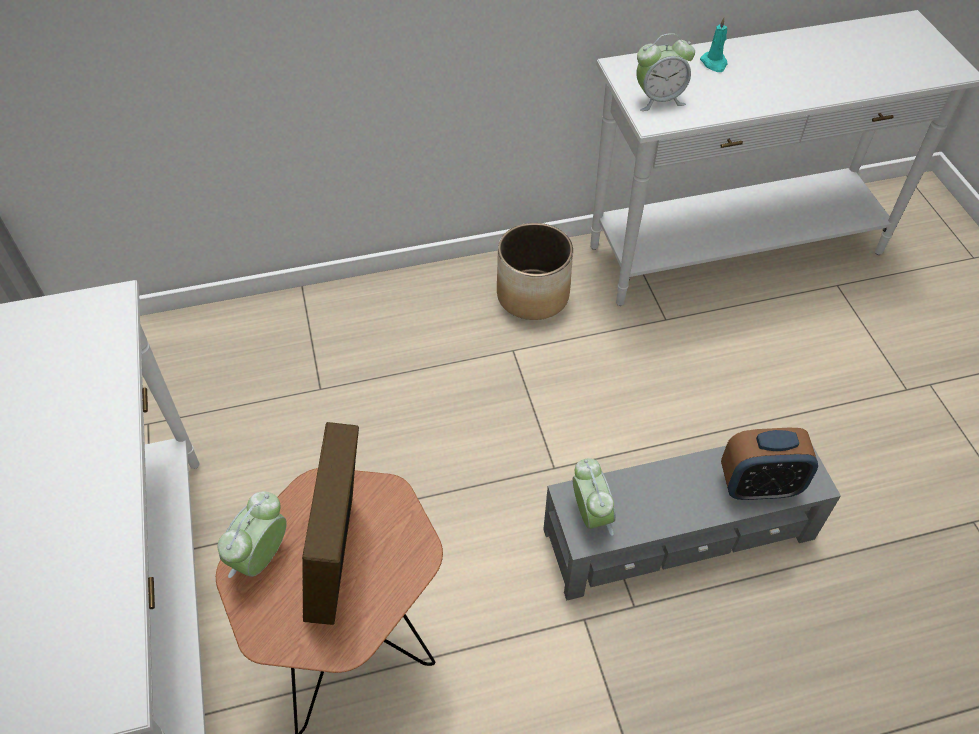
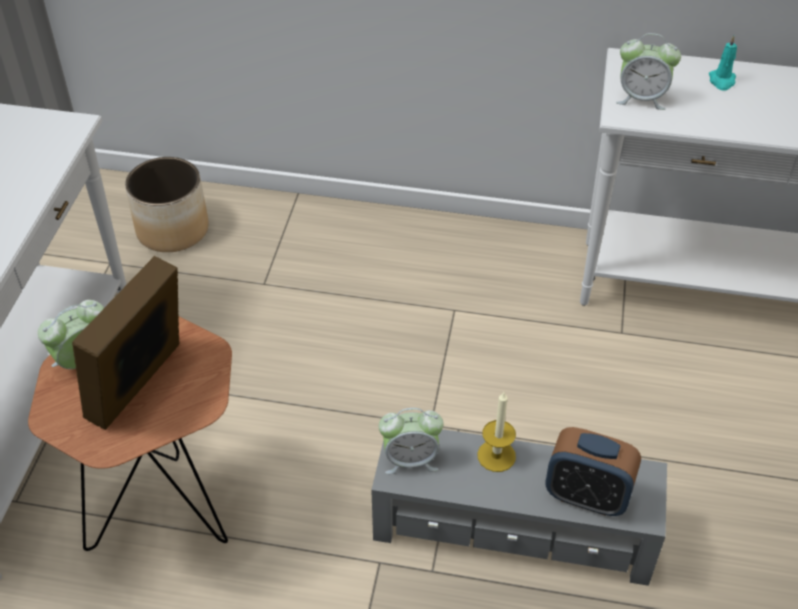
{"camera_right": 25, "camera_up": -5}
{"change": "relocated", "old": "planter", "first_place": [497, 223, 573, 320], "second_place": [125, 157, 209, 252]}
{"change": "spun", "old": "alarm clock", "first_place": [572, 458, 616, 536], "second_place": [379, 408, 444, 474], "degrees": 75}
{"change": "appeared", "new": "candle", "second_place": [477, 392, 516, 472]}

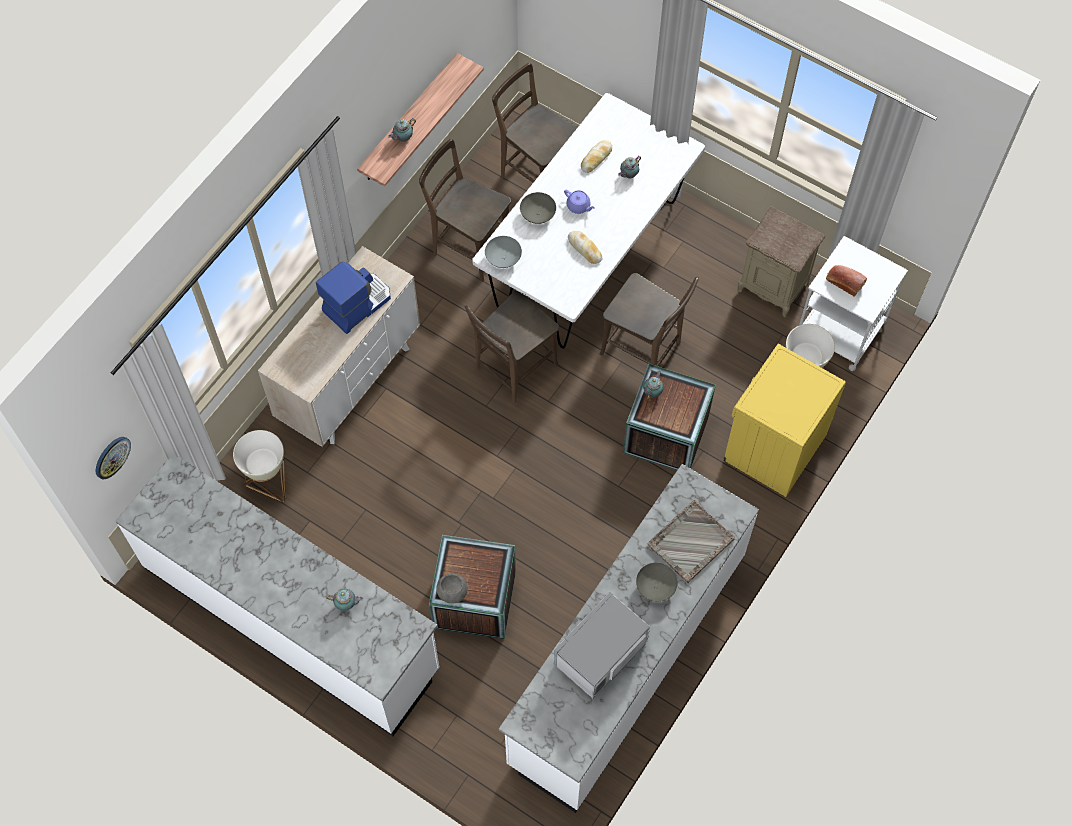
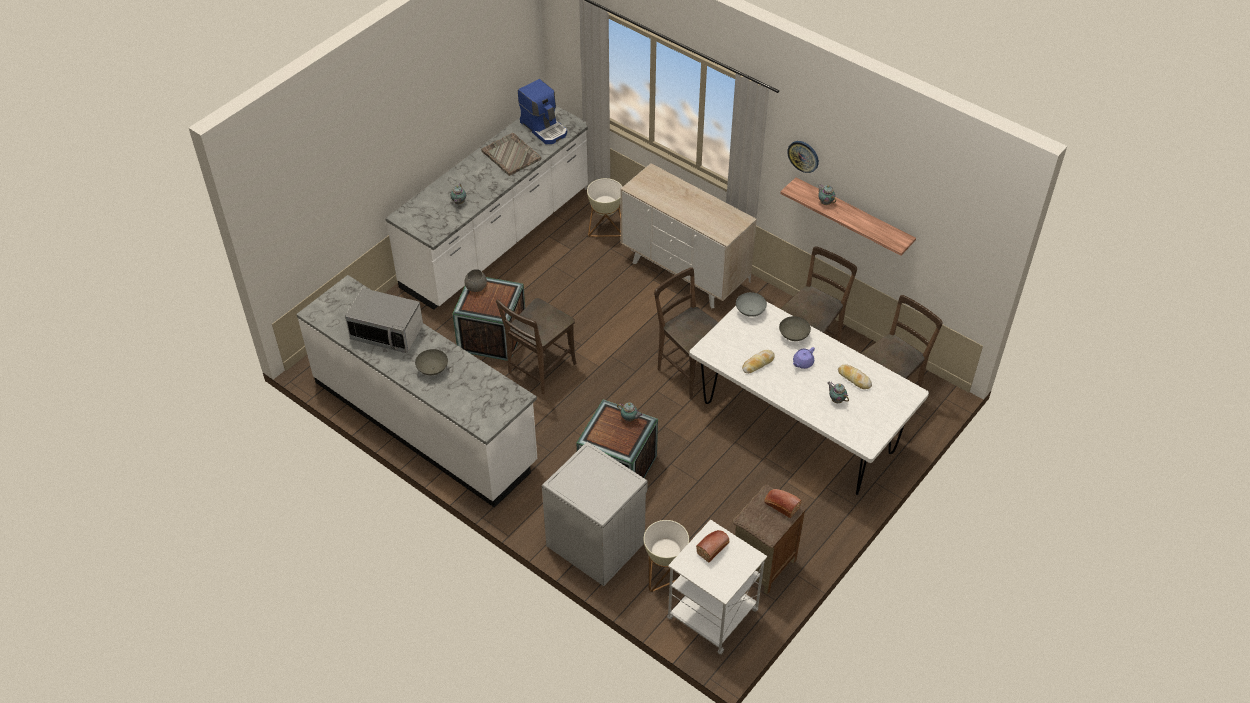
{"camera_right": 95, "camera_up": -15}
{"change": "spun", "old": "microwave", "first_place": [554, 592, 650, 699], "second_place": [345, 288, 423, 353], "degrees": 150}
{"change": "relocated", "old": "grey tray", "first_place": [647, 500, 735, 583], "second_place": [481, 133, 541, 176]}
{"change": "relocated", "old": "brown chair", "first_place": [600, 273, 699, 366], "second_place": [496, 298, 577, 394]}
{"change": "relocated", "old": "coffee machine", "first_place": [316, 262, 391, 334], "second_place": [518, 79, 567, 144]}
{"change": "colour", "old": "yellow washing machine", "new": "white washing machine", "first_place": [724, 344, 846, 497], "second_place": [542, 442, 648, 586]}
{"change": "appeared", "new": "bread", "second_place": [764, 489, 802, 518]}
{"change": "relocated", "old": "wall clock", "first_place": [96, 437, 131, 479], "second_place": [787, 141, 819, 173]}

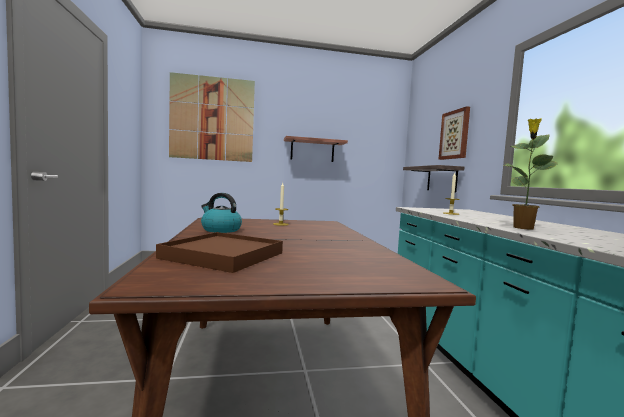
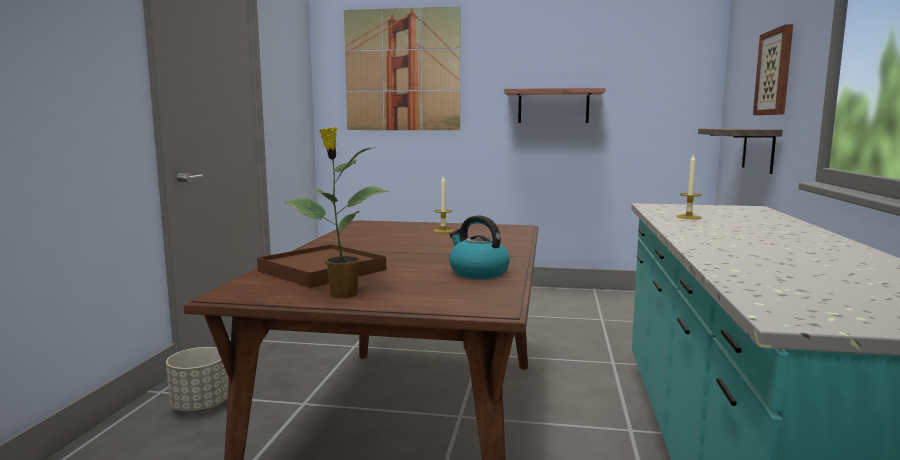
{"camera_right": 20, "camera_up": 5}
{"change": "appeared", "new": "grey planter", "second_place": [166, 347, 228, 412]}
{"change": "relocated", "old": "potted plant", "first_place": [503, 118, 558, 230], "second_place": [283, 127, 389, 298]}
{"change": "relocated", "old": "kettle", "first_place": [201, 193, 242, 233], "second_place": [449, 215, 510, 279]}

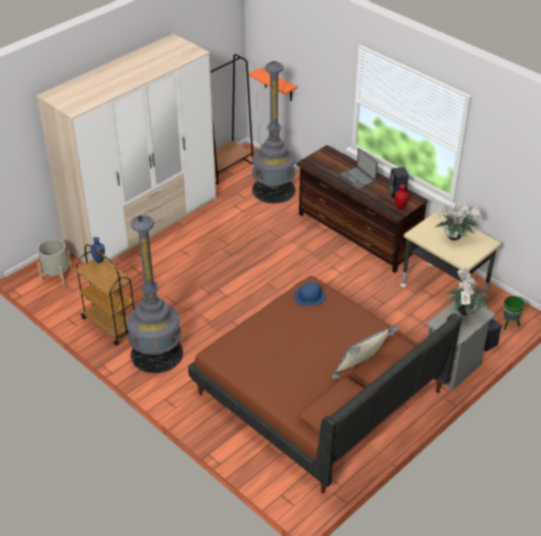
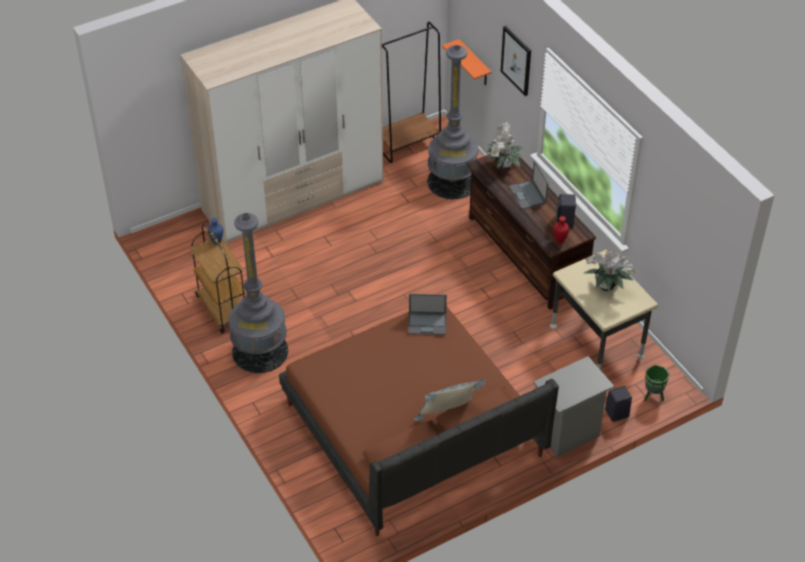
{"camera_right": 15, "camera_up": 5}
{"change": "exchanged", "old": "blue hat", "new": "laptop", "first_place": [294, 282, 326, 306], "second_place": [408, 294, 447, 335]}
{"change": "relocated", "old": "potted plant", "first_place": [446, 267, 489, 316], "second_place": [485, 122, 525, 170]}
{"change": "appeared", "new": "picture", "second_place": [501, 26, 531, 96]}
{"change": "missing", "old": "grey planter", "first_place": [37, 238, 72, 285]}

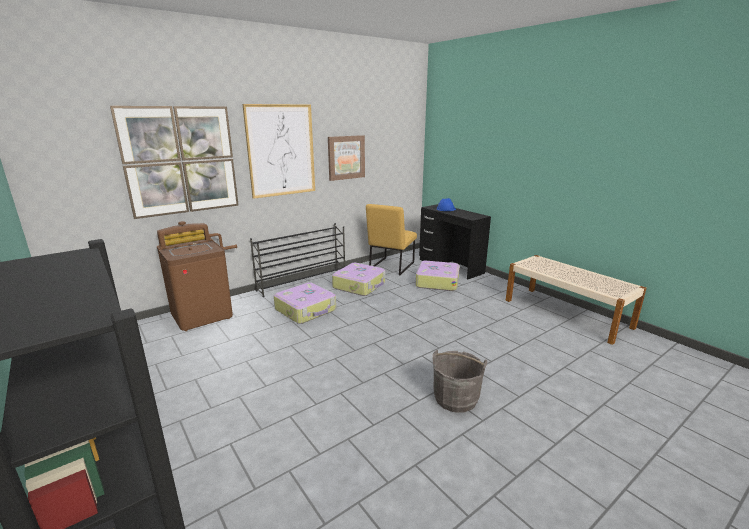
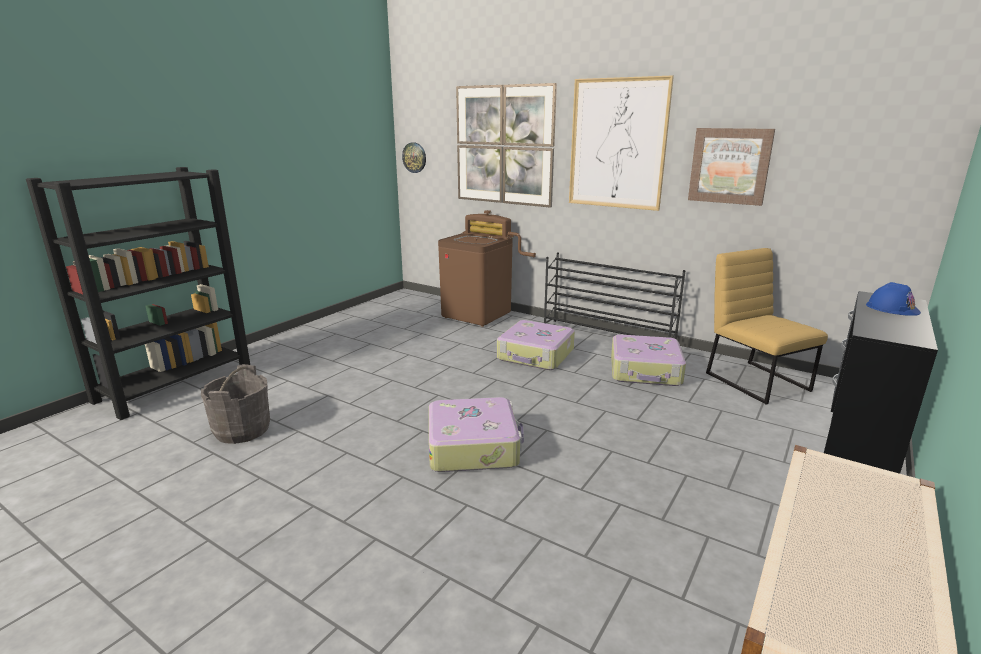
{"camera_right": 70, "camera_up": 0}
{"change": "relocated", "old": "grey bucket", "first_place": [432, 350, 487, 413], "second_place": [201, 364, 270, 444]}
{"change": "appeared", "new": "wall clock", "second_place": [402, 142, 426, 173]}
{"change": "relocated", "old": "suitcase", "first_place": [416, 261, 460, 291], "second_place": [429, 397, 524, 472]}
{"change": "spun", "old": "yellow chair", "first_place": [366, 204, 417, 275], "second_place": [706, 248, 828, 405], "degrees": 60}

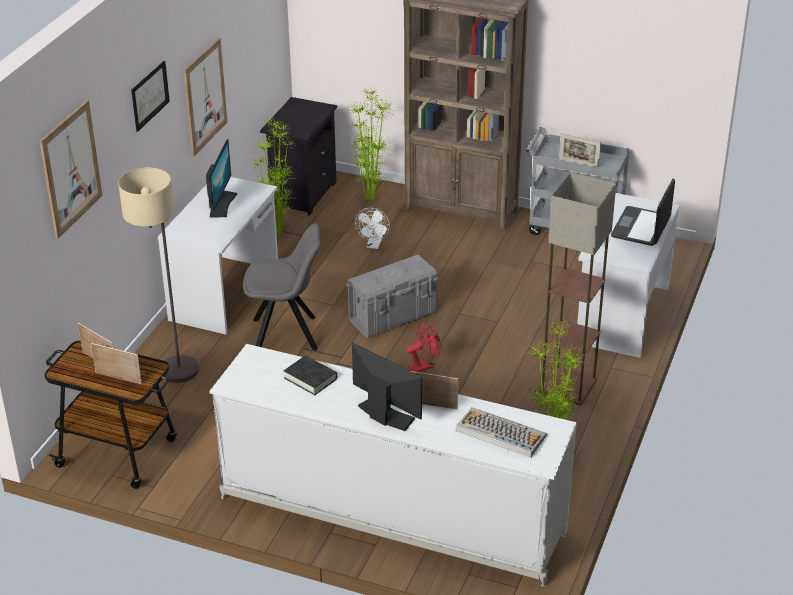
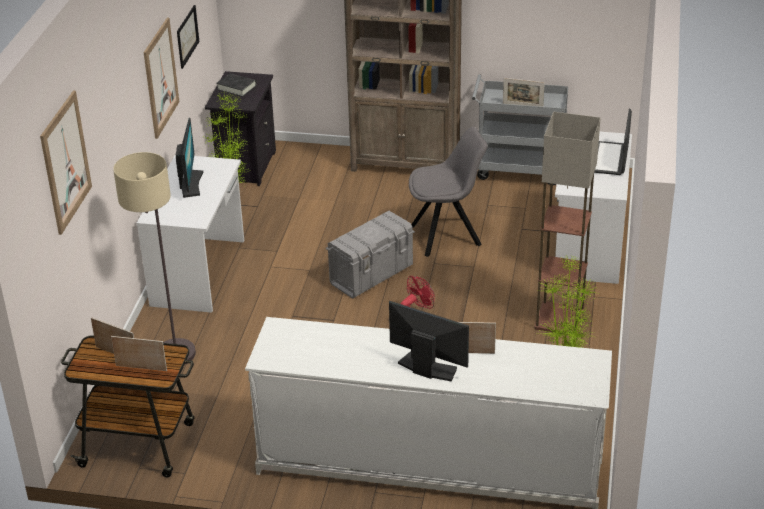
{"camera_right": -10, "camera_up": 0}
{"change": "relocated", "old": "picture", "first_place": [131, 61, 170, 132], "second_place": [177, 5, 199, 69]}
{"change": "relocated", "old": "black book", "first_place": [284, 356, 337, 395], "second_place": [216, 73, 257, 97]}
{"change": "relocated", "old": "grey chair", "first_place": [243, 223, 321, 350], "second_place": [409, 127, 488, 257]}
{"change": "missing", "old": "potted plant", "first_place": [347, 88, 396, 200]}
{"change": "missing", "old": "white fan", "first_place": [355, 208, 390, 249]}
{"change": "missing", "old": "keyboard", "first_place": [456, 407, 547, 458]}

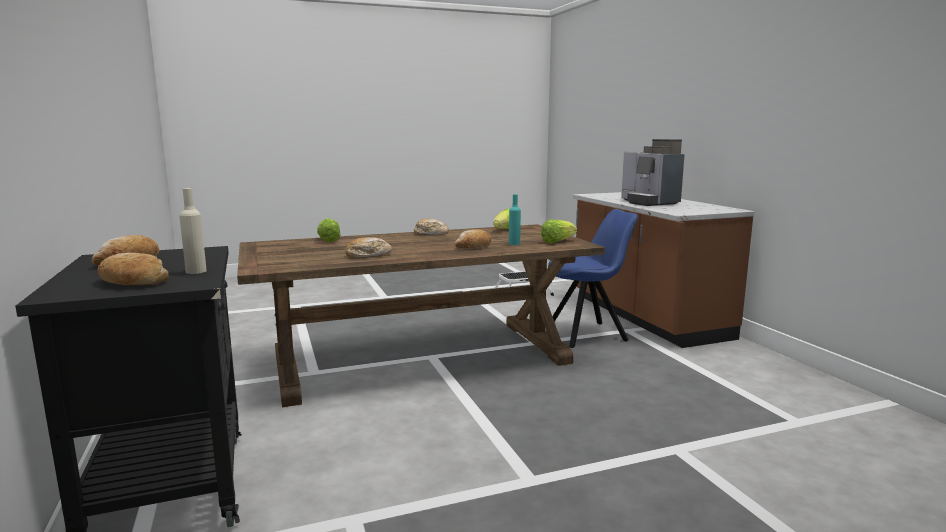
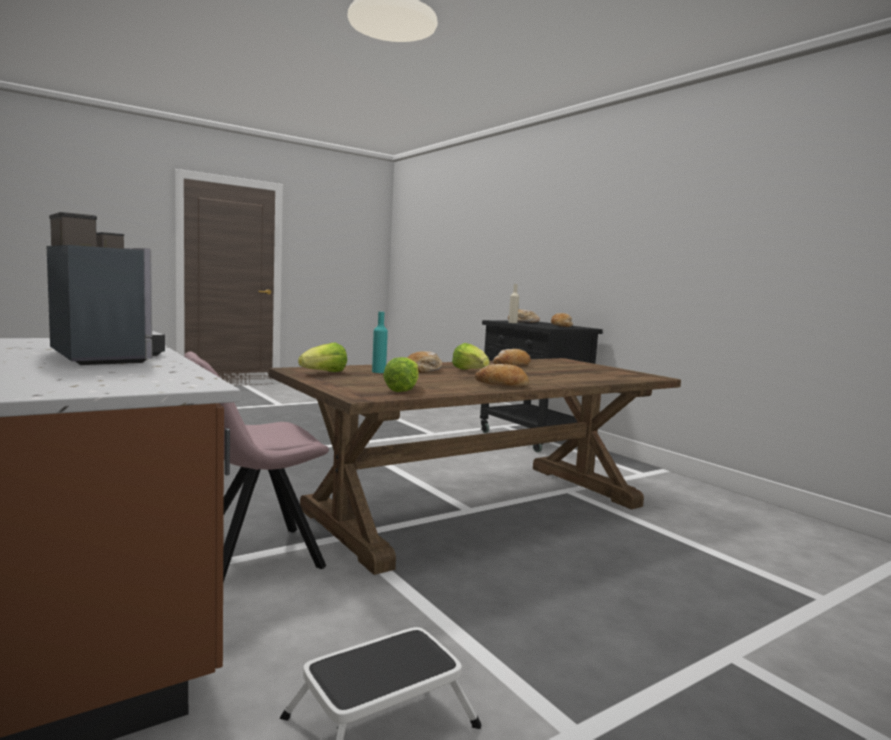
{"camera_right": 165, "camera_up": -5}
{"change": "colour", "old": "blue chair", "new": "pink chair", "first_place": [548, 209, 638, 348], "second_place": [184, 351, 329, 583]}
{"change": "relocated", "old": "lettuce", "first_place": [317, 218, 341, 242], "second_place": [452, 343, 490, 370]}

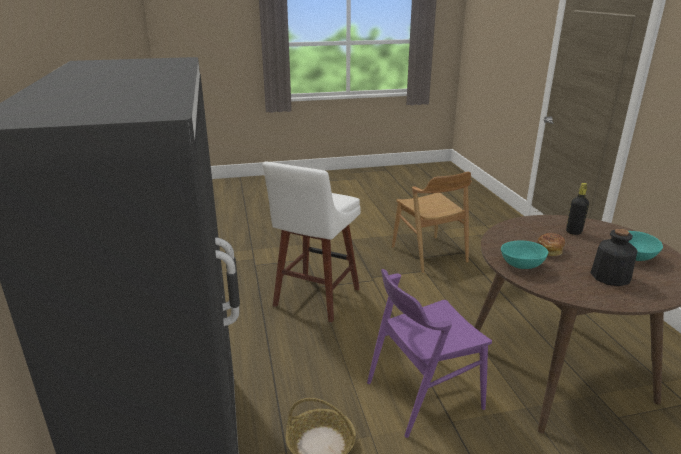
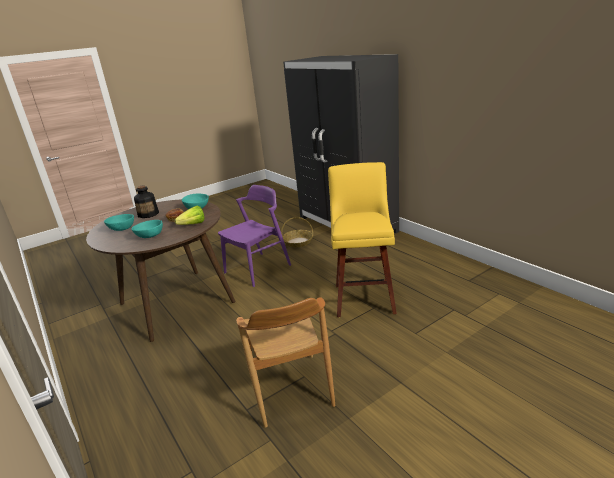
{"camera_right": 160, "camera_up": 0}
{"change": "exchanged", "old": "black bottle", "new": "turquoise bowl", "first_place": [566, 183, 589, 235], "second_place": [131, 220, 163, 238]}
{"change": "appeared", "new": "lettuce", "second_place": [175, 206, 204, 225]}
{"change": "spun", "old": "brown chair", "first_place": [392, 172, 472, 273], "second_place": [236, 297, 335, 428], "degrees": -150}
{"change": "colour", "old": "white stool", "new": "yellow stool", "first_place": [263, 161, 361, 322], "second_place": [328, 162, 397, 317]}

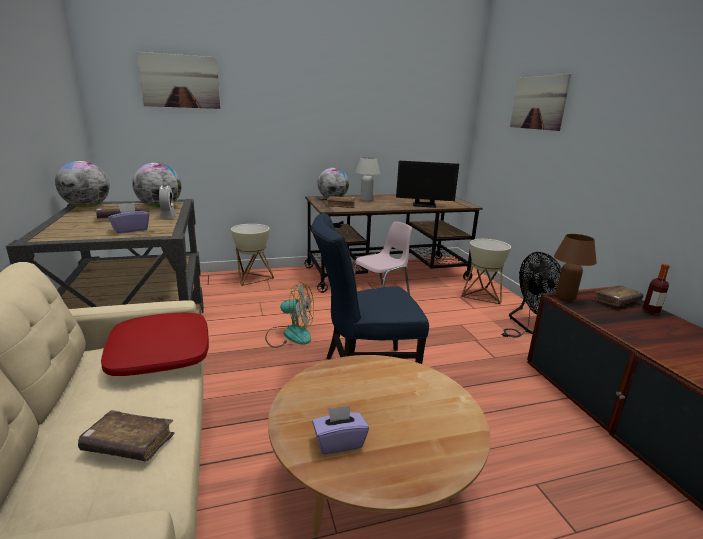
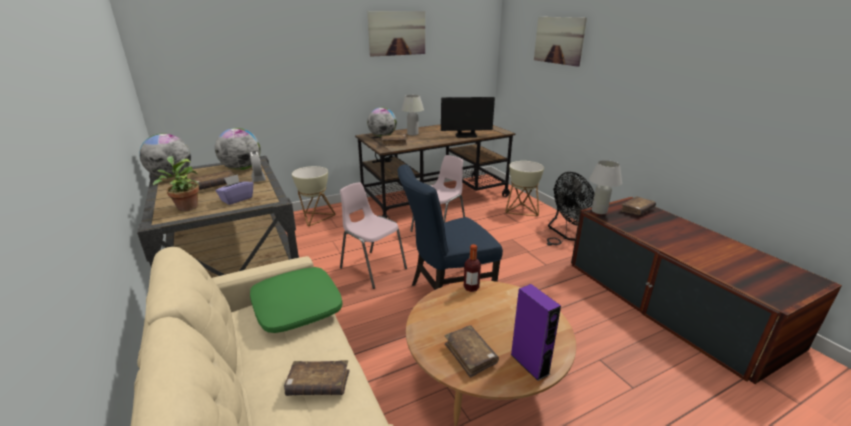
{"camera_right": -10, "camera_up": 5}
{"change": "appeared", "new": "potted plant", "second_place": [153, 156, 200, 211]}
{"change": "colour", "old": "red pillow", "new": "green pillow", "first_place": [101, 313, 209, 376], "second_place": [250, 267, 342, 333]}
{"change": "exchanged", "old": "fan", "new": "pink chair", "first_place": [265, 282, 314, 348], "second_place": [340, 182, 407, 289]}
{"change": "relocated", "old": "picture", "first_place": [137, 52, 220, 109], "second_place": [368, 11, 425, 57]}
{"change": "exchanged", "old": "purple tissue box", "new": "brown book", "first_place": [312, 406, 369, 454], "second_place": [445, 325, 499, 378]}
{"change": "relocated", "old": "bottle", "first_place": [642, 264, 670, 314], "second_place": [464, 244, 481, 292]}
{"change": "appeared", "new": "purple speaker", "second_place": [510, 284, 561, 381]}
{"change": "colour", "old": "brown table lamp", "new": "white table lamp", "first_place": [554, 234, 597, 301], "second_place": [589, 160, 622, 214]}

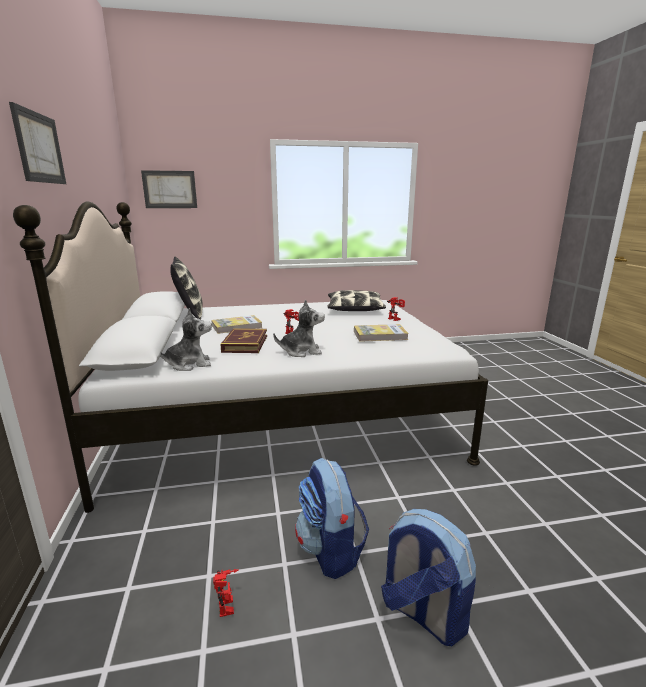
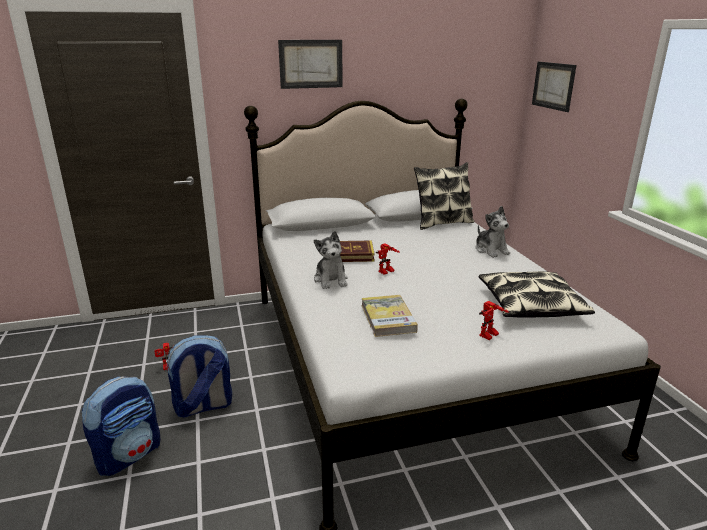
{"camera_right": 85, "camera_up": 5}
{"change": "relocated", "old": "plush toy", "first_place": [160, 308, 212, 371], "second_place": [476, 206, 510, 258]}
{"change": "missing", "old": "book", "first_place": [211, 315, 262, 334]}

